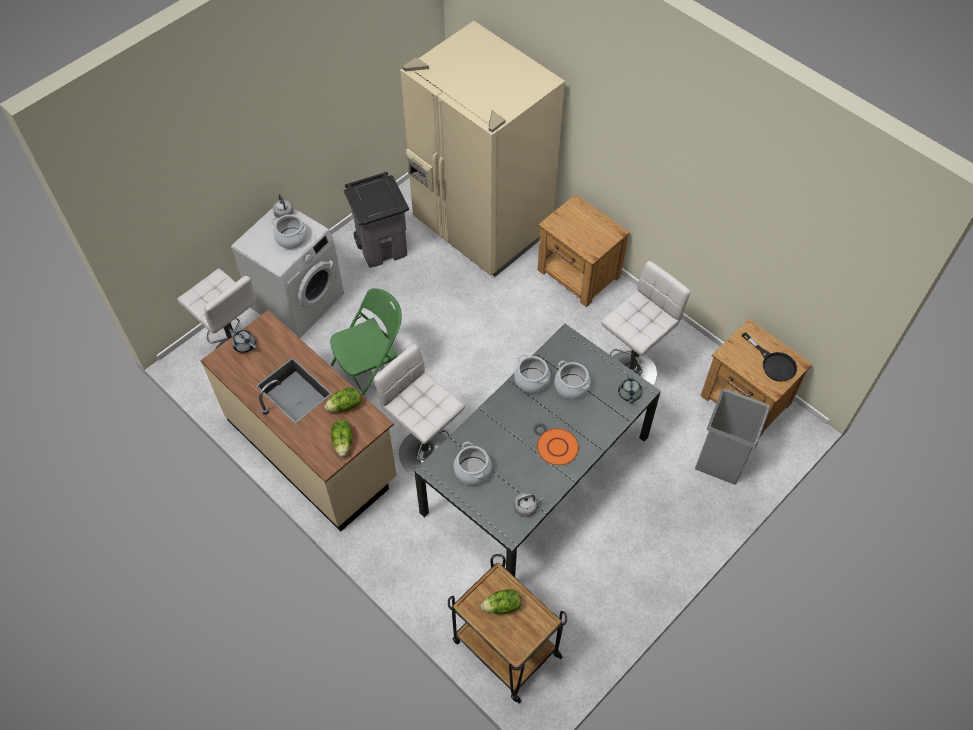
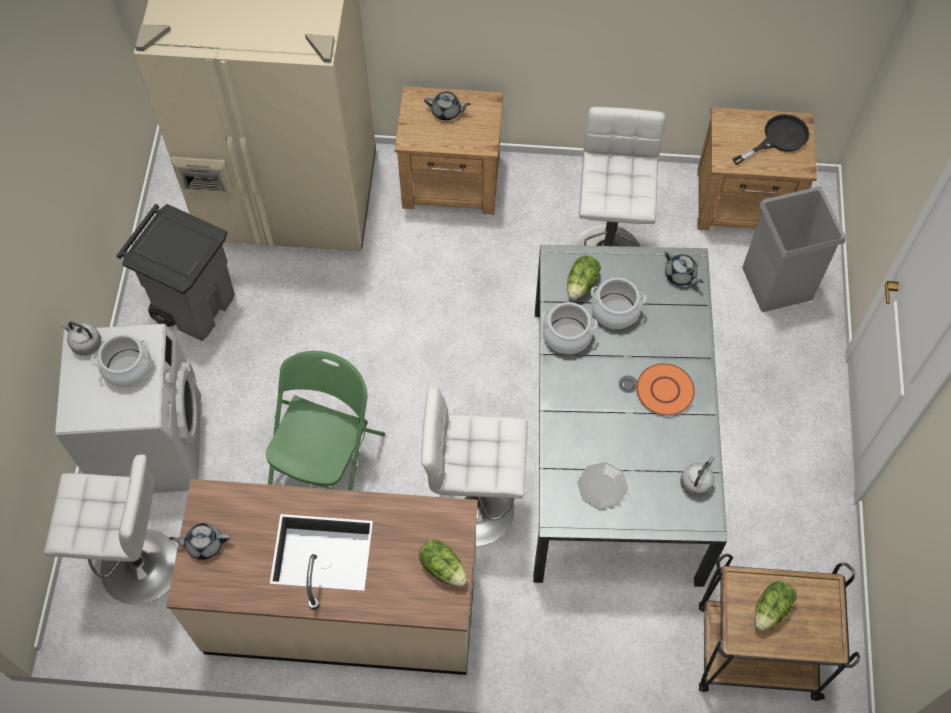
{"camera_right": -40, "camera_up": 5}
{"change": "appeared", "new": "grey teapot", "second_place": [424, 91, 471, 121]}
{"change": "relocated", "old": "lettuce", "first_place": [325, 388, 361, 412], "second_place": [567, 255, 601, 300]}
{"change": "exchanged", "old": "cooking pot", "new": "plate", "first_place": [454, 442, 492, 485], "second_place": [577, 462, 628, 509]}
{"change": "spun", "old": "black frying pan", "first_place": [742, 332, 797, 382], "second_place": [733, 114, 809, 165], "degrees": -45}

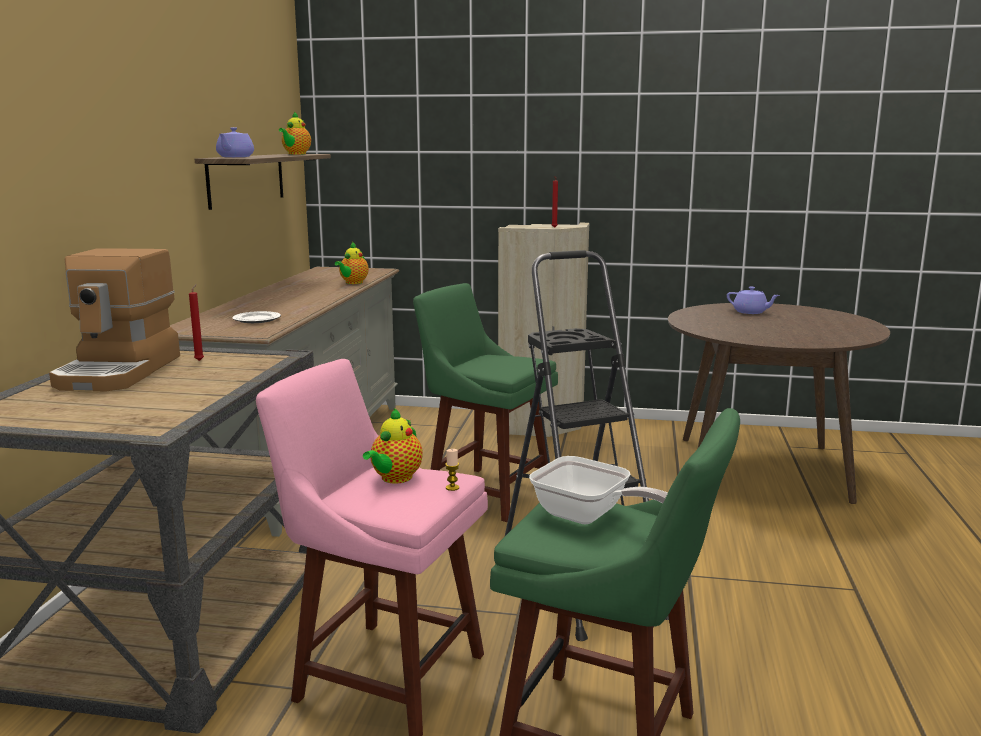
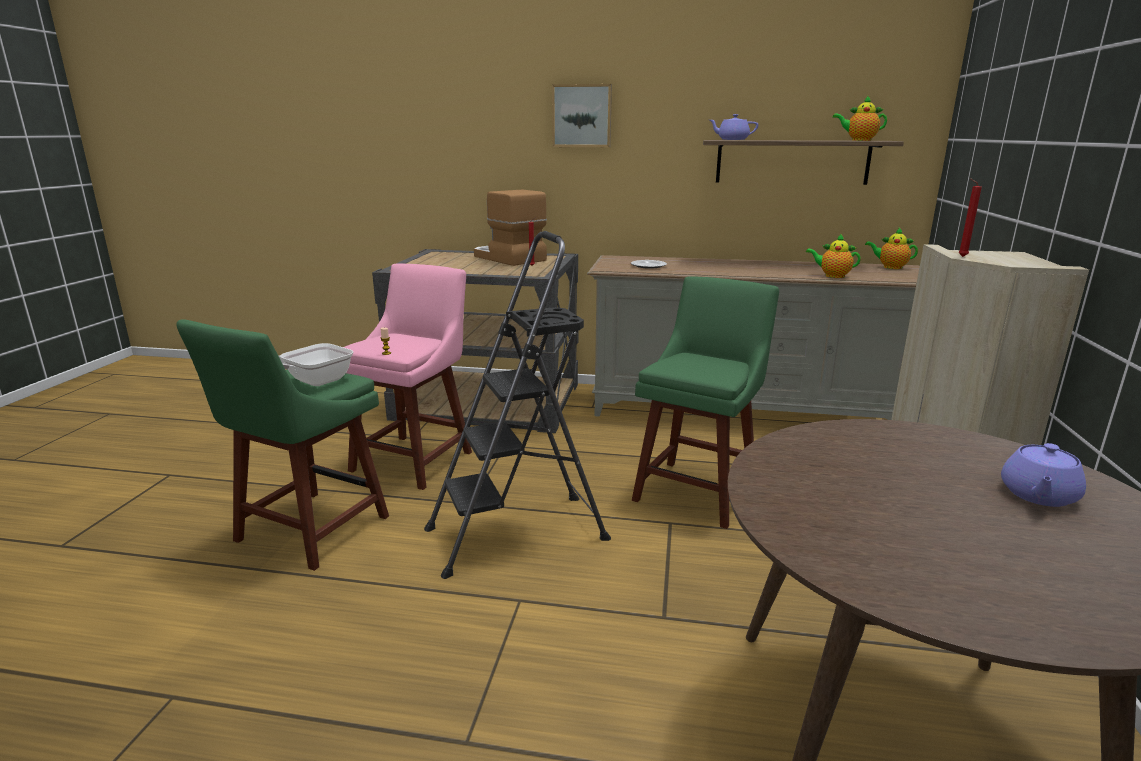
{"camera_right": 90, "camera_up": 5}
{"change": "spun", "old": "coffee machine", "first_place": [49, 248, 180, 391], "second_place": [474, 190, 547, 266], "degrees": 45}
{"change": "appeared", "new": "picture", "second_place": [552, 84, 612, 147]}
{"change": "relocated", "old": "teapot", "first_place": [363, 408, 423, 484], "second_place": [865, 228, 918, 269]}

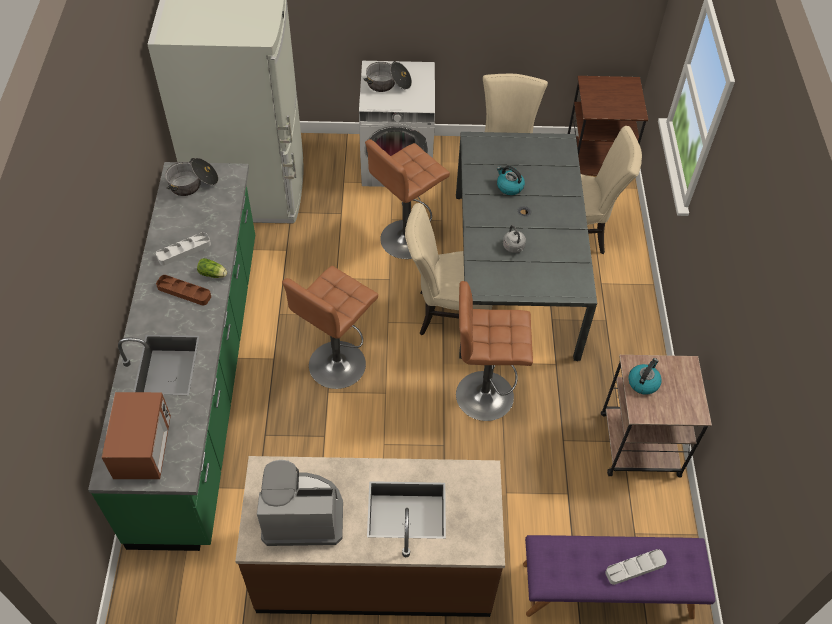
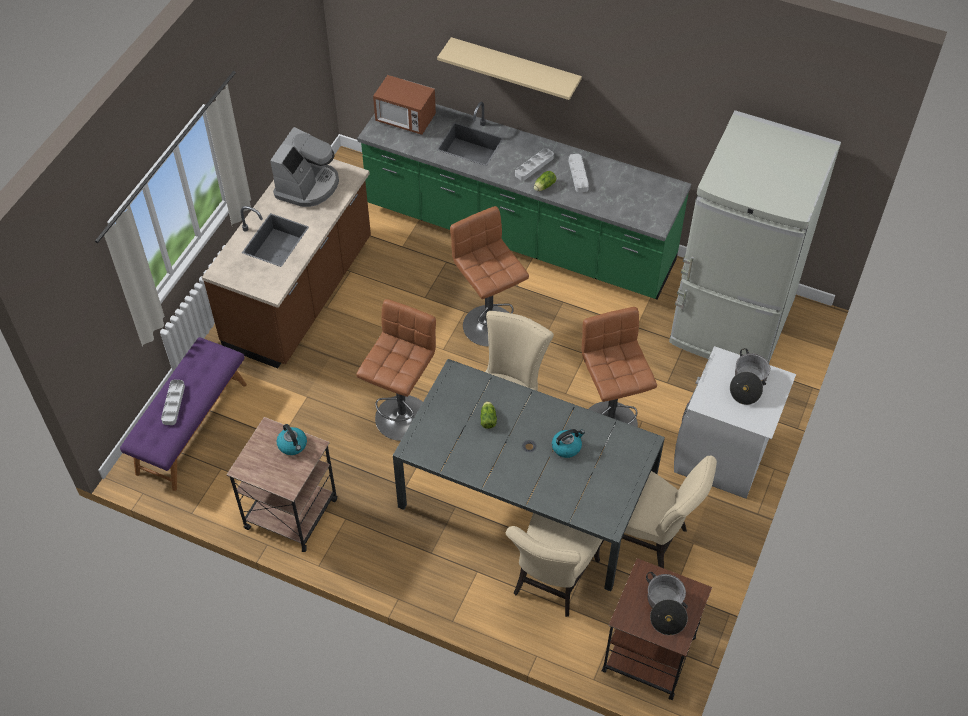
{"camera_right": 115, "camera_up": 0}
{"change": "appeared", "new": "beige shelf", "second_place": [437, 37, 582, 100]}
{"change": "exchanged", "old": "grey kettle", "new": "lettuce", "first_place": [503, 225, 526, 253], "second_place": [480, 401, 497, 429]}
{"change": "colour", "old": "brown tray", "new": "grey tray", "first_place": [156, 275, 211, 306], "second_place": [515, 148, 554, 181]}
{"change": "relocated", "old": "cooking pot", "first_place": [165, 158, 219, 196], "second_place": [646, 572, 688, 635]}

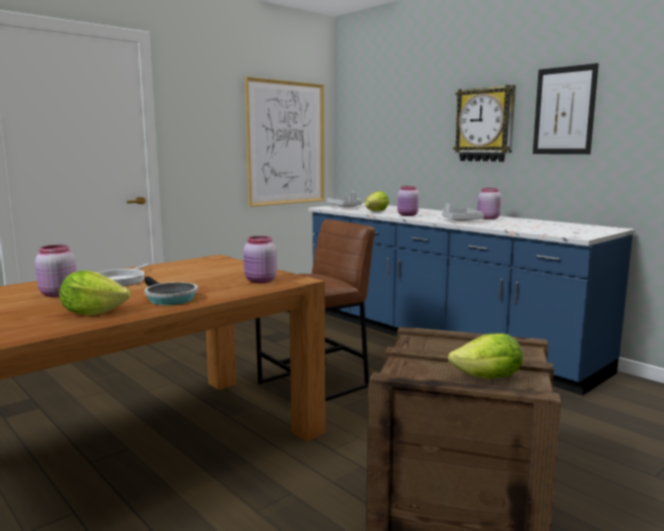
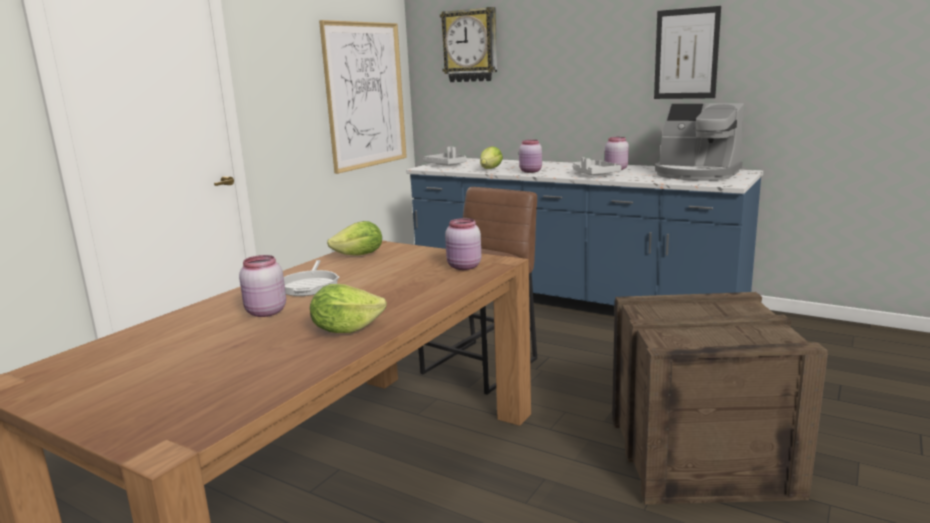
{"camera_right": -15, "camera_up": 5}
{"change": "relocated", "old": "lettuce", "first_place": [448, 333, 523, 379], "second_place": [327, 221, 382, 256]}
{"change": "relocated", "old": "wall clock", "first_place": [453, 85, 516, 162], "second_place": [440, 7, 497, 82]}
{"change": "appeared", "new": "coffee machine", "second_place": [655, 103, 744, 181]}
{"change": "missing", "old": "frying pan", "first_place": [144, 276, 198, 305]}

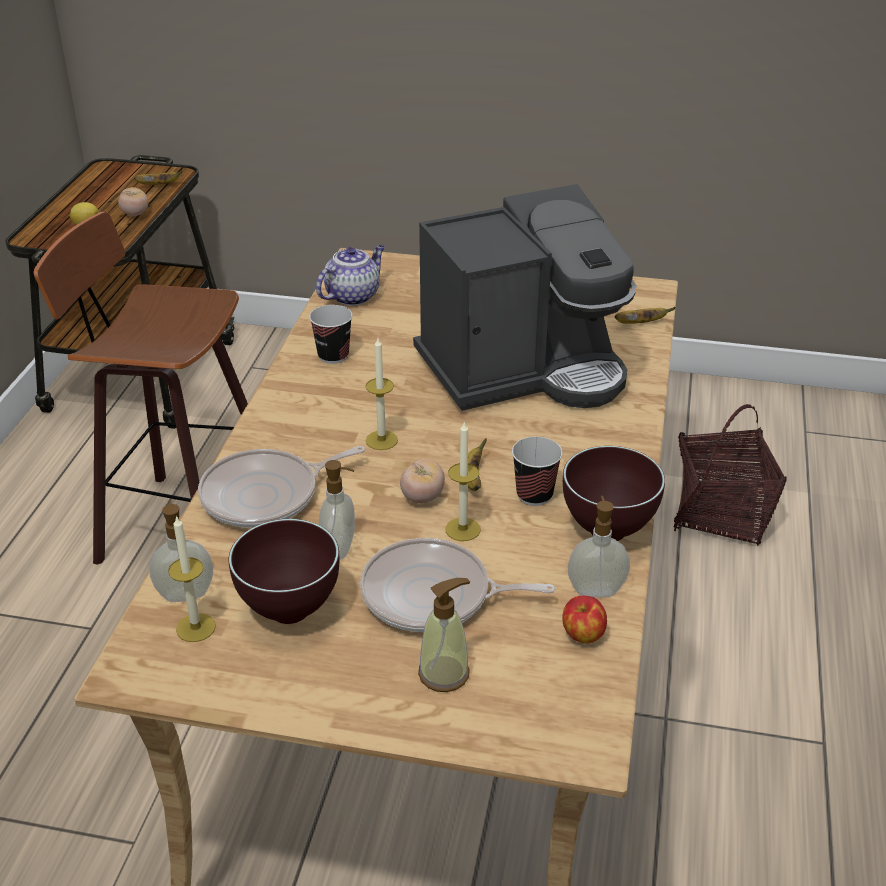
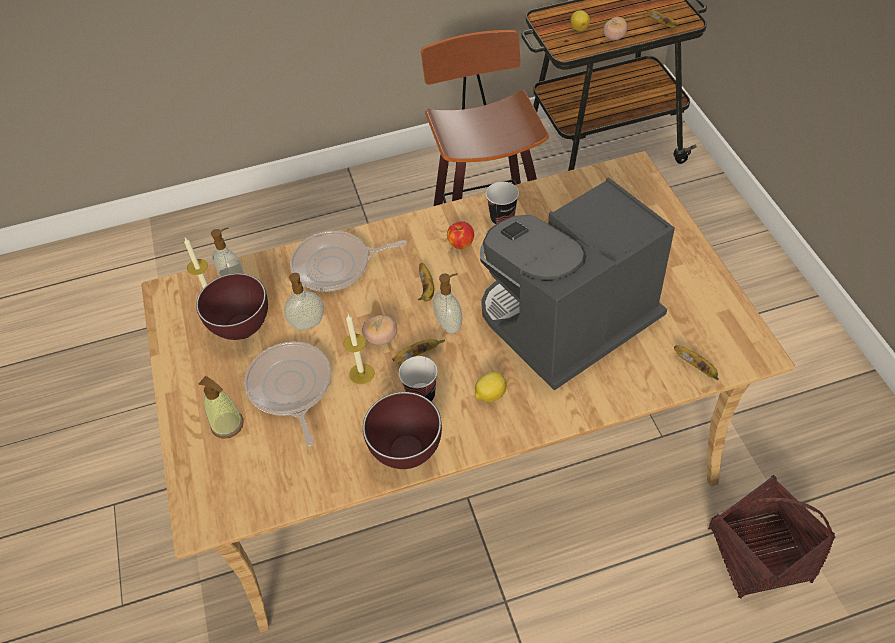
{"camera_right": 65, "camera_up": 15}
{"change": "spun", "old": "frying pan", "first_place": [198, 446, 365, 528], "second_place": [290, 231, 407, 292], "degrees": -45}
{"change": "exchanged", "old": "candle", "new": "banana", "first_place": [366, 338, 398, 450], "second_place": [418, 263, 434, 301]}
{"change": "relocated", "old": "soap dispenser", "first_place": [568, 496, 630, 598], "second_place": [433, 273, 462, 334]}
{"change": "relocated", "old": "apple", "first_place": [562, 596, 607, 643], "second_place": [447, 221, 474, 249]}
{"change": "appeared", "new": "lemon", "second_place": [475, 372, 507, 402]}
{"change": "spun", "old": "coffee machine", "first_place": [413, 184, 637, 411], "second_place": [480, 177, 675, 391], "degrees": 105}
{"change": "missing", "old": "teapot", "first_place": [316, 245, 385, 306]}

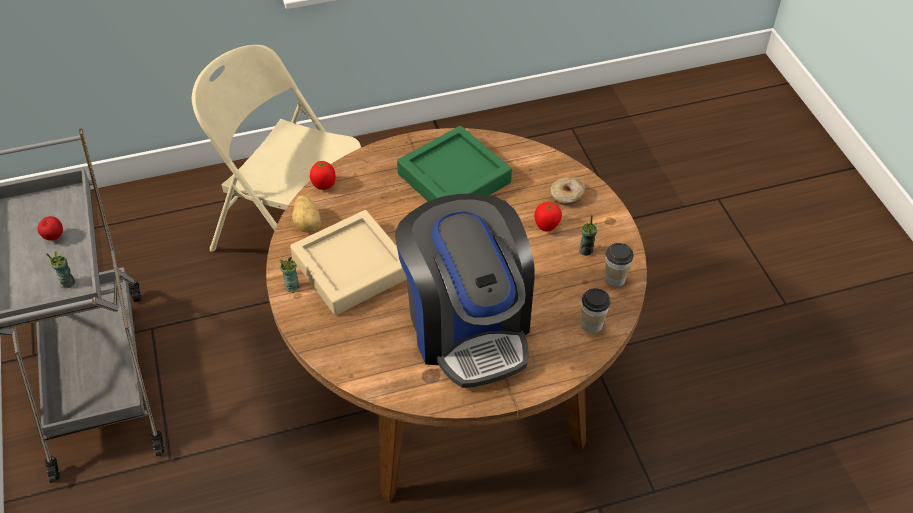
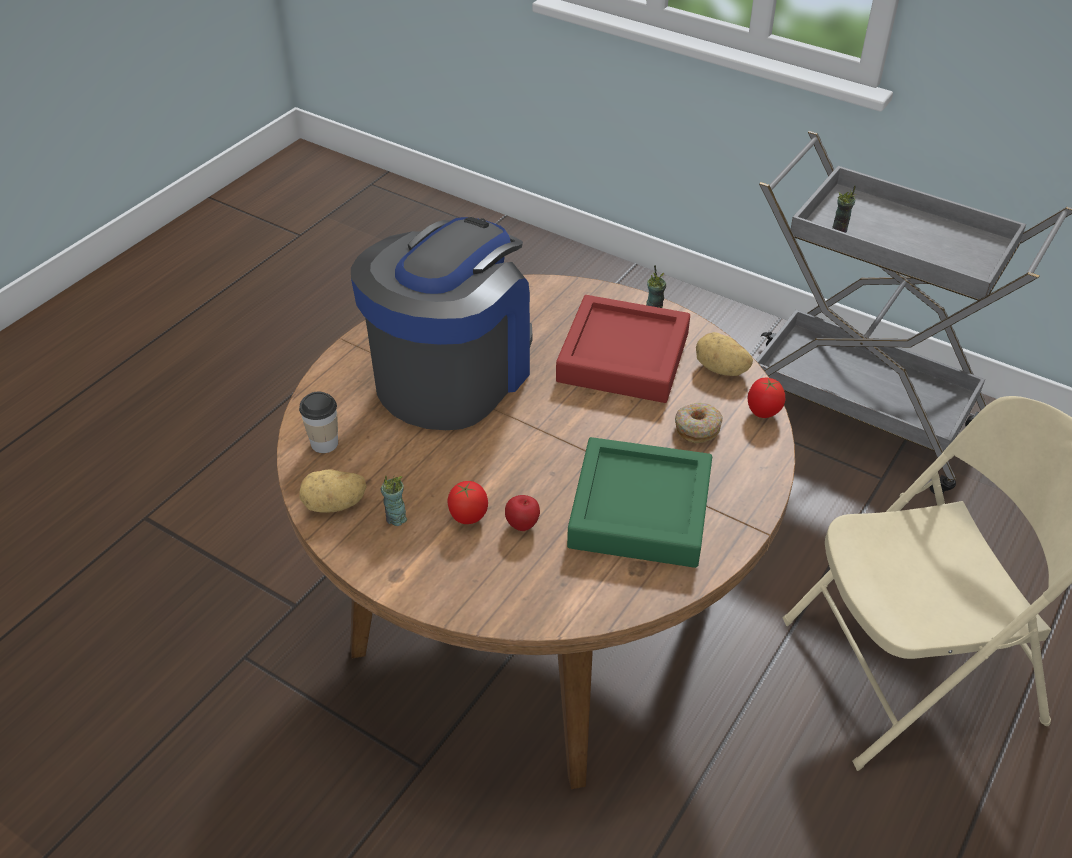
{"camera_right": 140, "camera_up": -5}
{"change": "exchanged", "old": "cup", "new": "potato", "first_place": [605, 243, 633, 287], "second_place": [299, 469, 367, 513]}
{"change": "spun", "old": "coffee machine", "first_place": [395, 194, 535, 388], "second_place": [351, 217, 532, 430], "degrees": 90}
{"change": "relocated", "old": "apple", "first_place": [38, 216, 63, 240], "second_place": [505, 495, 540, 531]}
{"change": "colour", "old": "beige tray", "new": "red tray", "first_place": [290, 210, 407, 315], "second_place": [556, 295, 690, 403]}
{"change": "relocated", "old": "donut", "first_place": [550, 177, 586, 205], "second_place": [675, 403, 723, 443]}

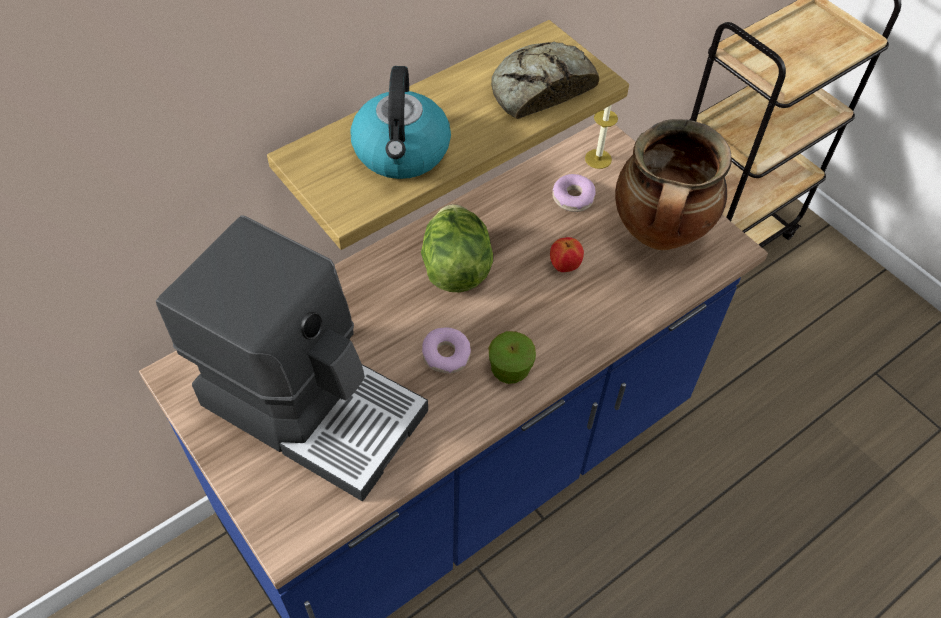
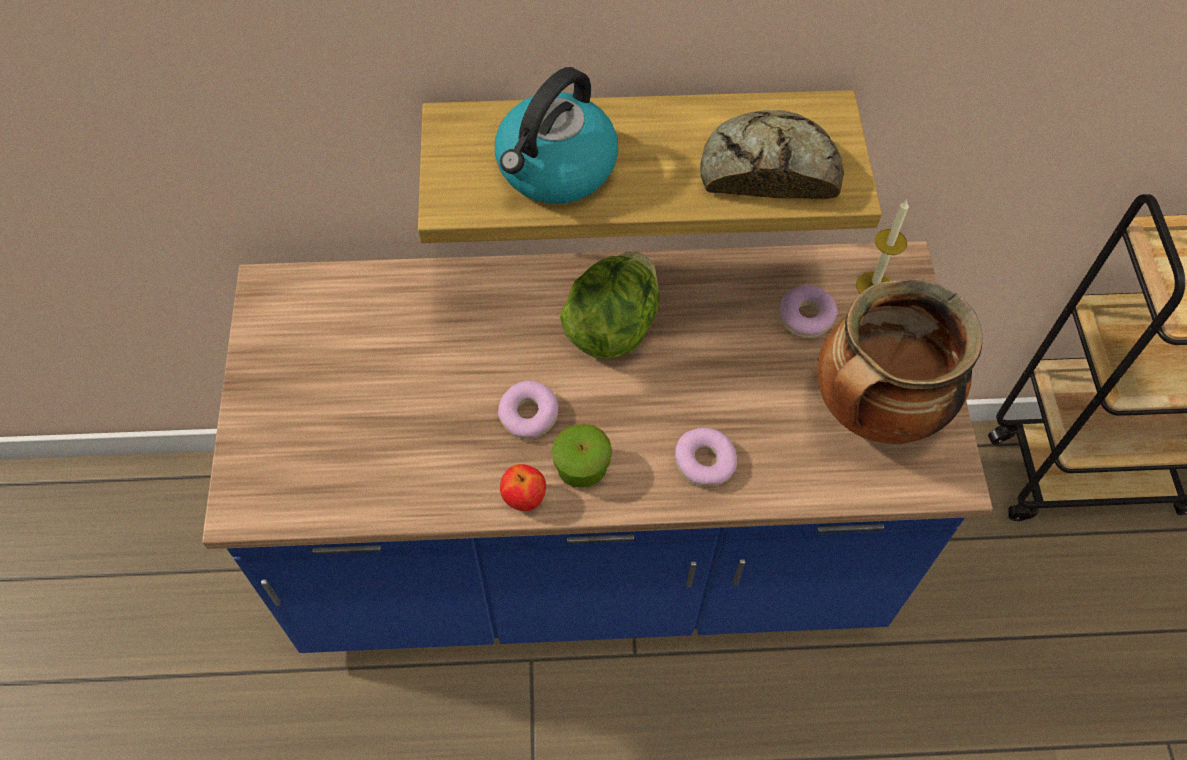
{"camera_right": 35, "camera_up": 5}
{"change": "relocated", "old": "apple", "first_place": [550, 237, 584, 272], "second_place": [500, 464, 546, 511]}
{"change": "appeared", "new": "donut", "second_place": [675, 428, 737, 487]}
{"change": "missing", "old": "coffee machine", "first_place": [156, 215, 428, 501]}

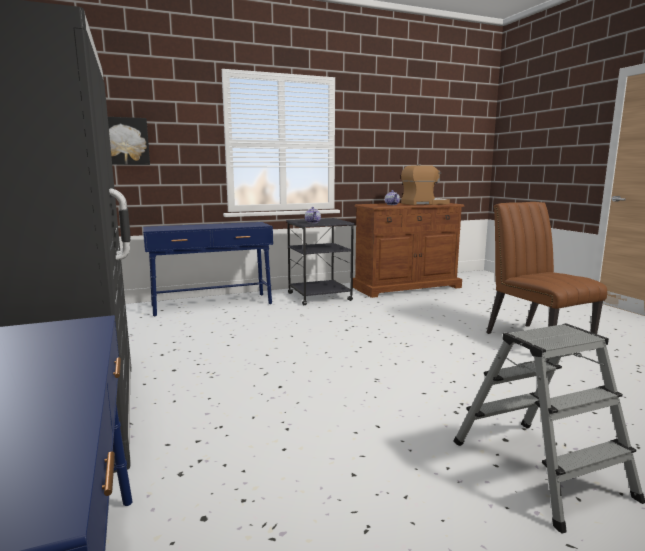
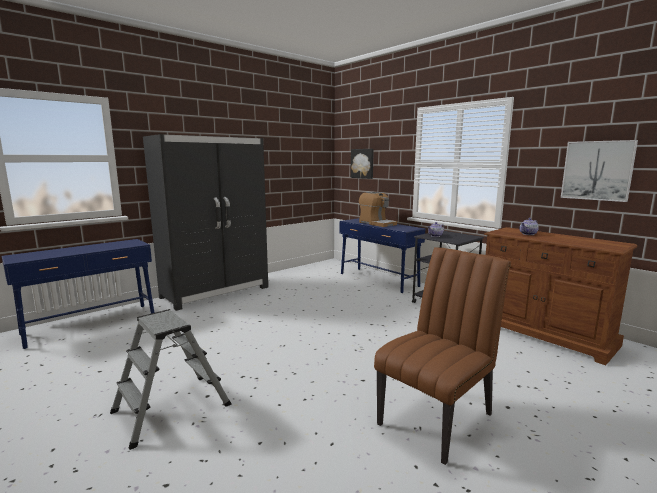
{"camera_right": 70, "camera_up": 0}
{"change": "relocated", "old": "coffee machine", "first_place": [401, 164, 450, 205], "second_place": [359, 192, 397, 227]}
{"change": "appeared", "new": "picture", "second_place": [561, 140, 638, 202]}

